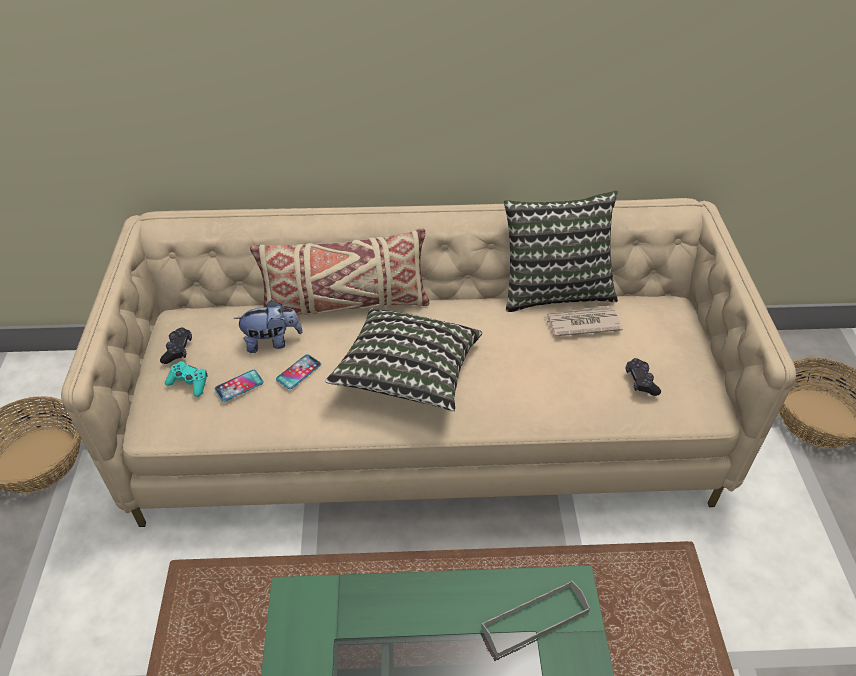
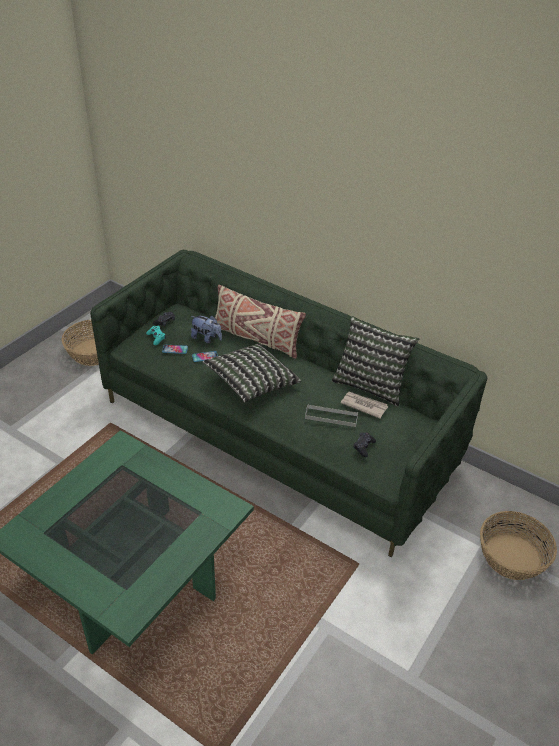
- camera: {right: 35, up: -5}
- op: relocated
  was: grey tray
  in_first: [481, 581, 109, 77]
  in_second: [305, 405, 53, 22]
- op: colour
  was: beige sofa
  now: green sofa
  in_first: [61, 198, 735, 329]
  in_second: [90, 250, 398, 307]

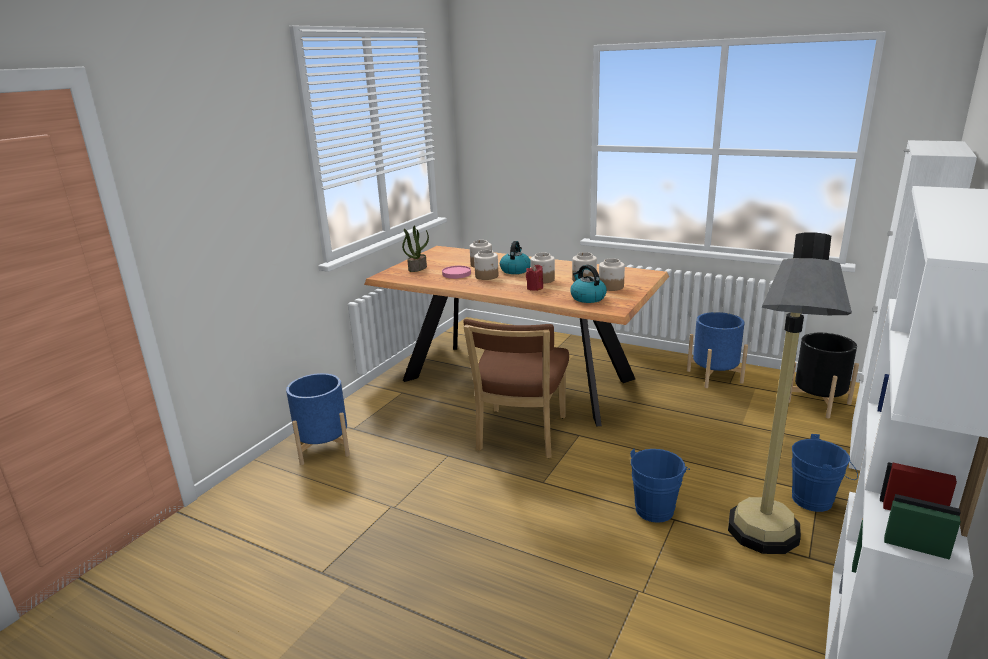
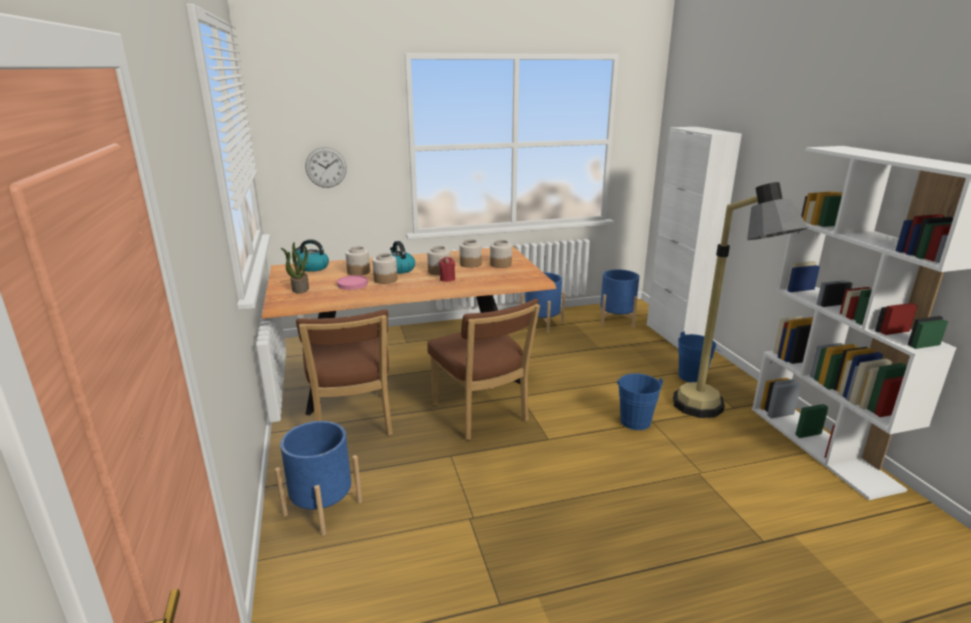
- camera: {right: -45, up: 0}
- op: appeared
  now: brown chair
  in_second: [296, 310, 97, 125]
- op: appeared
  now: wall clock
  in_second: [305, 147, 42, 41]
- op: relocated
  was: kettle
  in_first: [570, 265, 37, 38]
  in_second: [296, 239, 33, 33]
- op: colour
  was: black planter
  now: blue planter
  in_first: [789, 333, 70, 86]
  in_second: [600, 269, 39, 59]

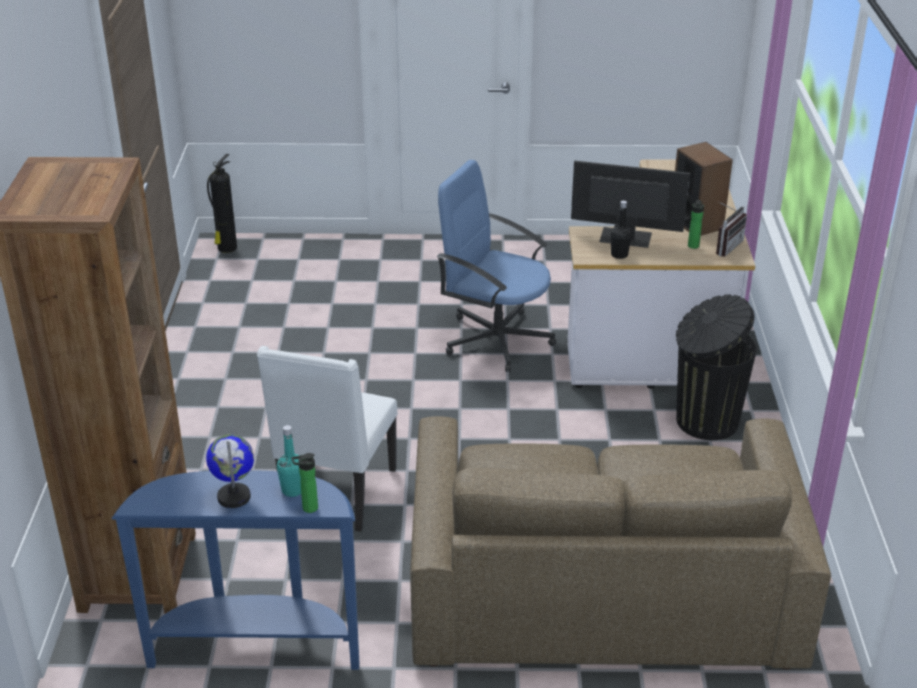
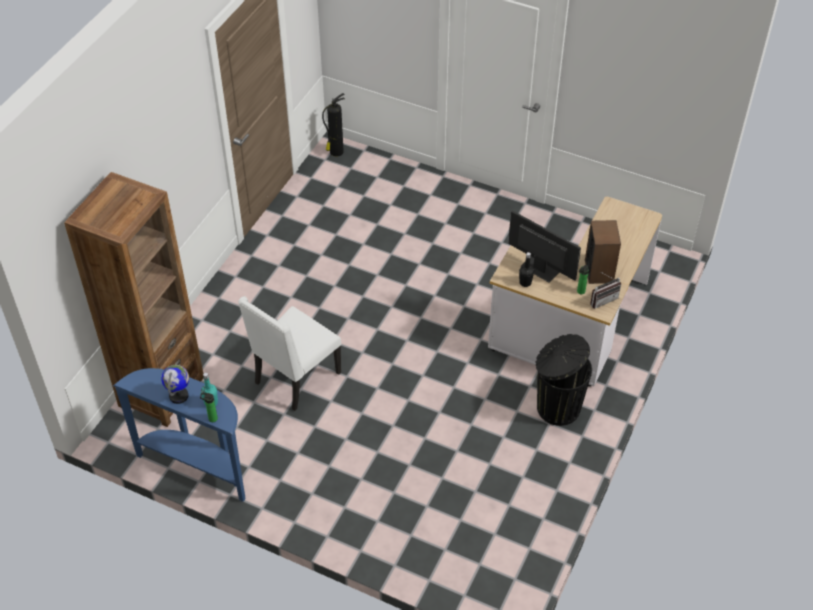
- camera: {right: 25, up: 15}
- op: missing
  was: brown sofa
  in_first: [410, 416, 421, 253]
- op: missing
  was: blue office chair
  in_first: [437, 160, 119, 212]

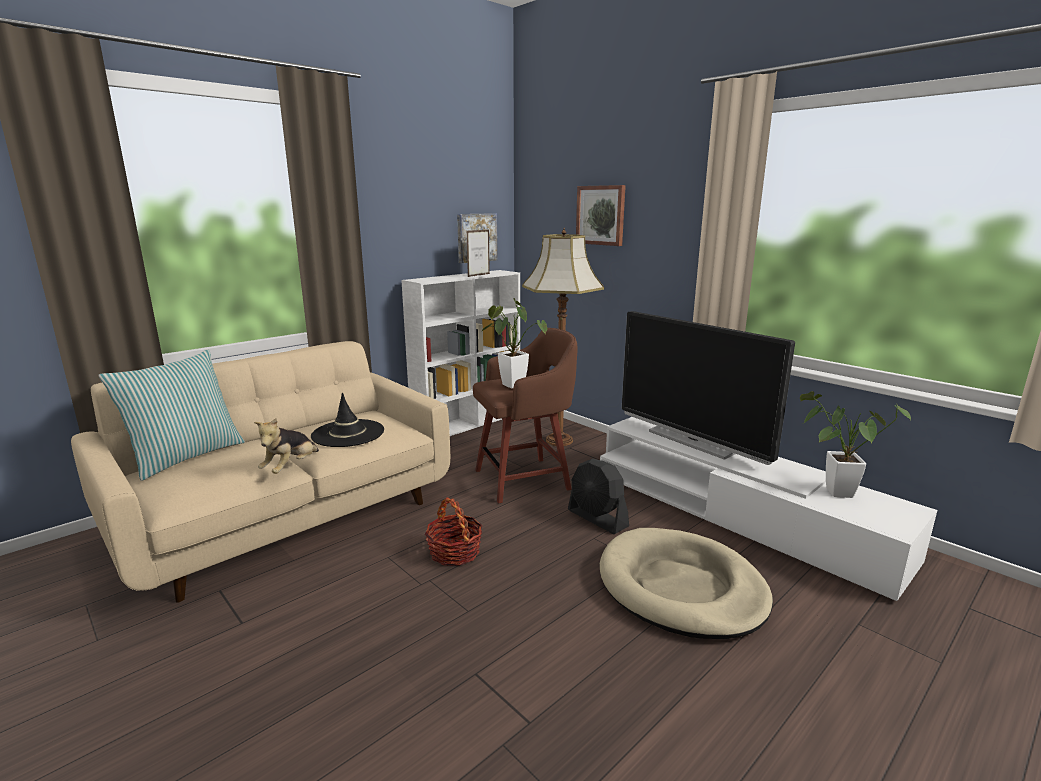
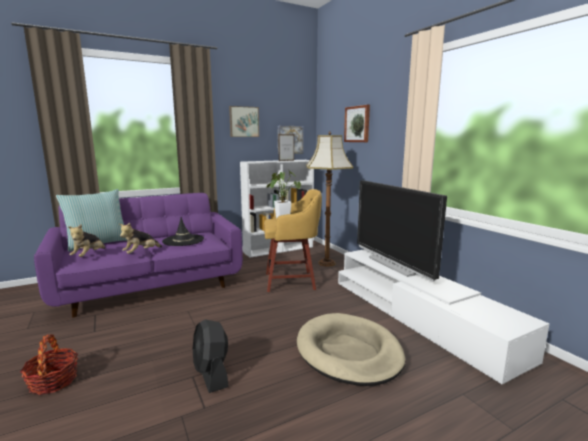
- camera: {right: 15, up: -5}
- op: missing
  was: potted plant
  in_first: [800, 391, 111, 107]
- op: appeared
  now: plush toy
  in_second: [68, 224, 37, 33]
- op: appeared
  now: picture
  in_second: [229, 106, 30, 31]
- op: relocated
  was: basket
  in_first: [425, 497, 58, 69]
  in_second: [20, 334, 58, 61]
- op: relocated
  was: black fan
  in_first: [568, 459, 61, 75]
  in_second: [193, 319, 36, 74]
- op: colour
  was: beige sofa
  now: purple sofa
  in_first: [71, 341, 379, 262]
  in_second: [34, 193, 209, 125]
- op: colour
  was: brown stool
  now: yellow stool
  in_first: [473, 328, 105, 175]
  in_second: [264, 189, 58, 103]

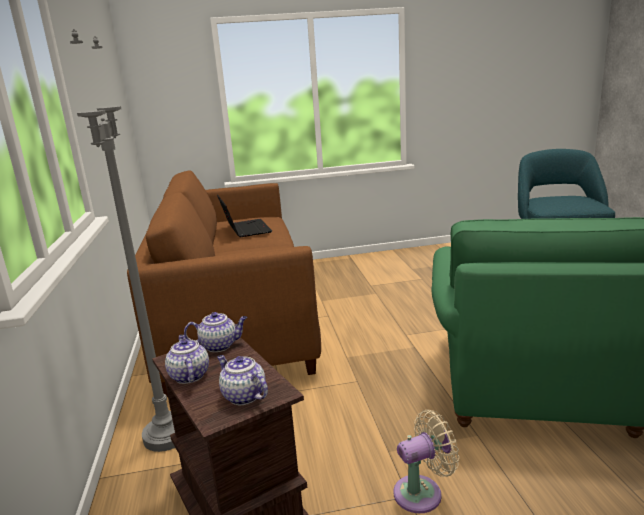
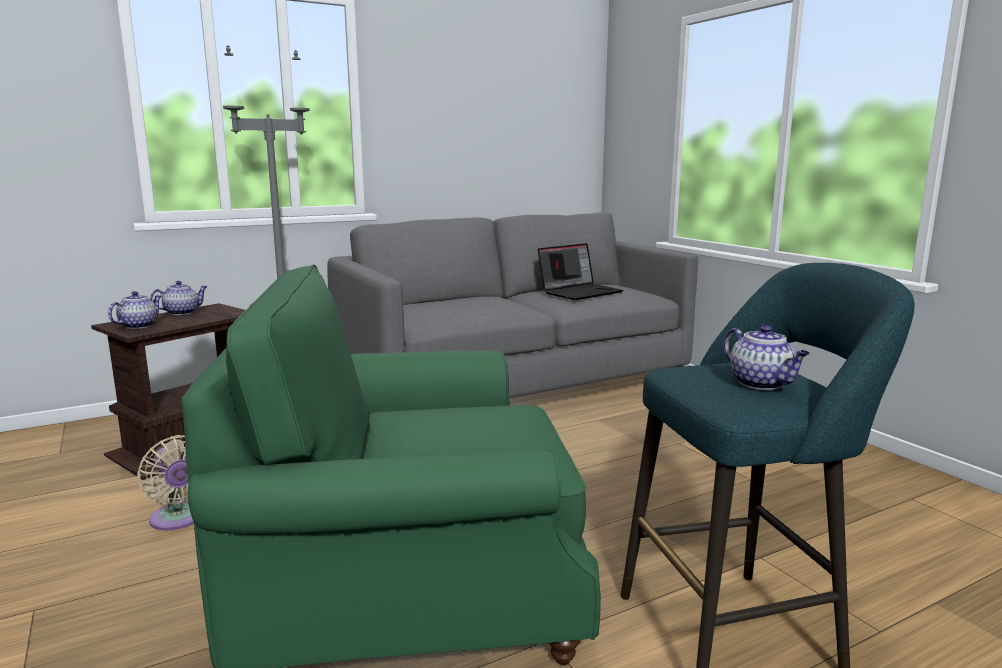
- camera: {right: 70, up: -5}
- op: relocated
  was: teapot
  in_first: [184, 312, 63, 40]
  in_second: [723, 325, 87, 65]
- op: colour
  was: brown sofa
  now: grey sofa
  in_first: [127, 170, 194, 227]
  in_second: [327, 212, 371, 186]

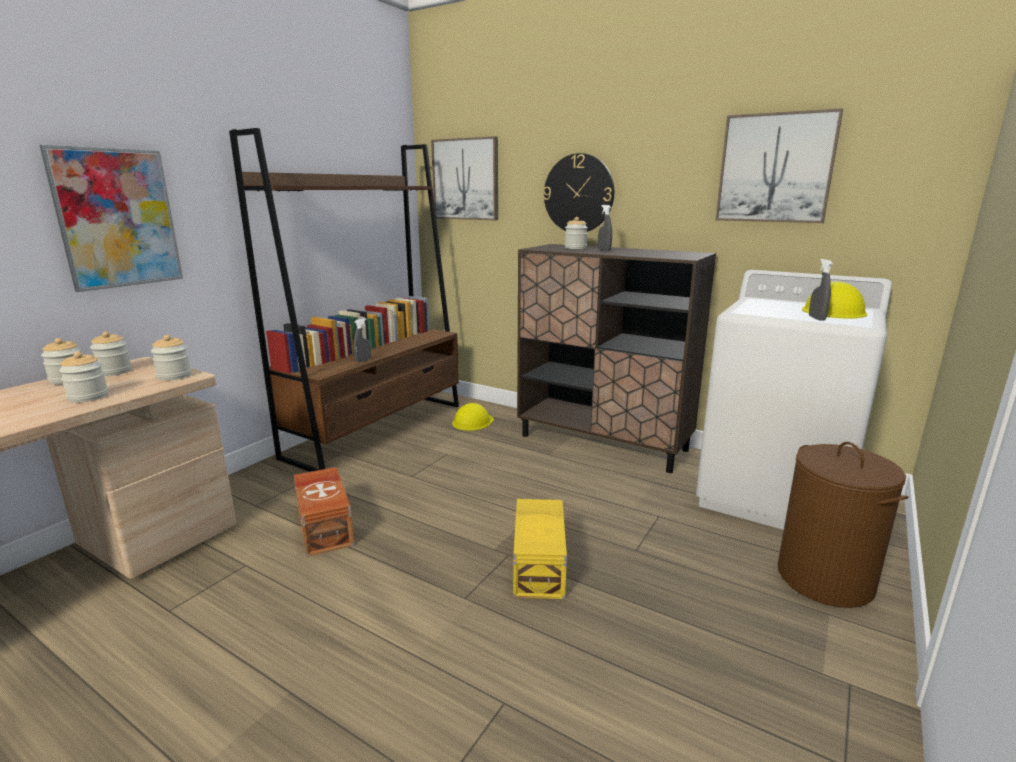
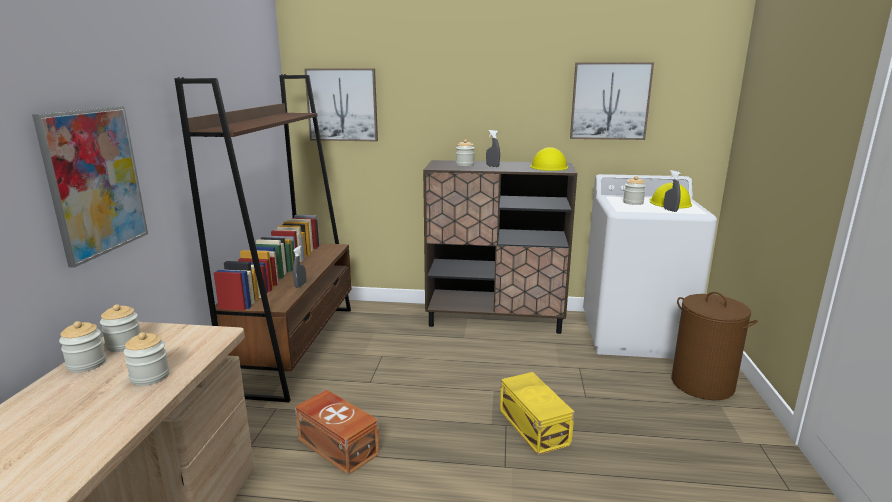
- camera: {right: -25, up: 0}
- op: missing
  was: wall clock
  in_first: [543, 153, 71, 79]
- op: relocated
  was: jar
  in_first: [151, 335, 41, 46]
  in_second: [623, 176, 23, 29]
- op: relocated
  was: yellow hard hat
  in_first: [452, 403, 42, 28]
  in_second: [530, 147, 38, 24]

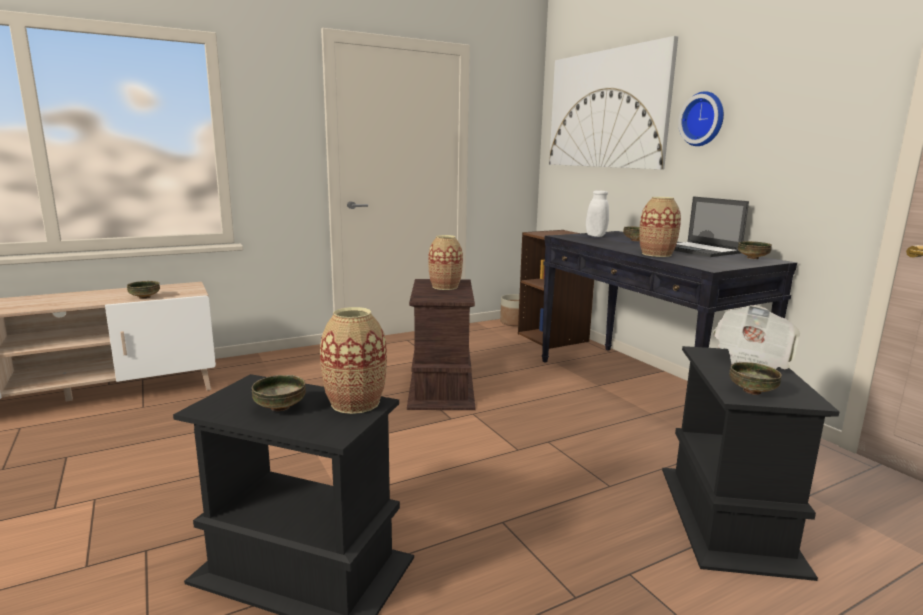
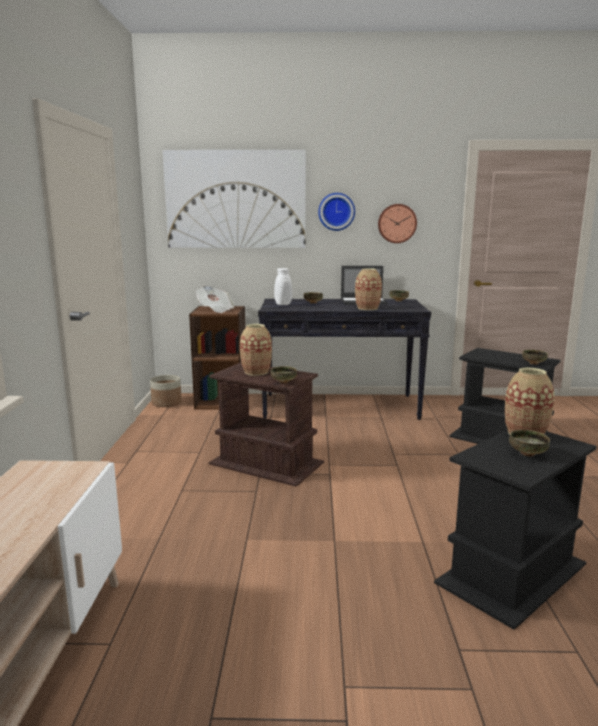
- camera: {right: -60, up: 0}
- op: appeared
  now: wall clock
  in_second: [378, 204, 39, 39]
- op: relocated
  was: bowl
  in_first: [127, 281, 33, 18]
  in_second: [271, 366, 26, 18]
- op: relocated
  was: newspaper
  in_first: [713, 305, 88, 64]
  in_second: [196, 286, 38, 27]

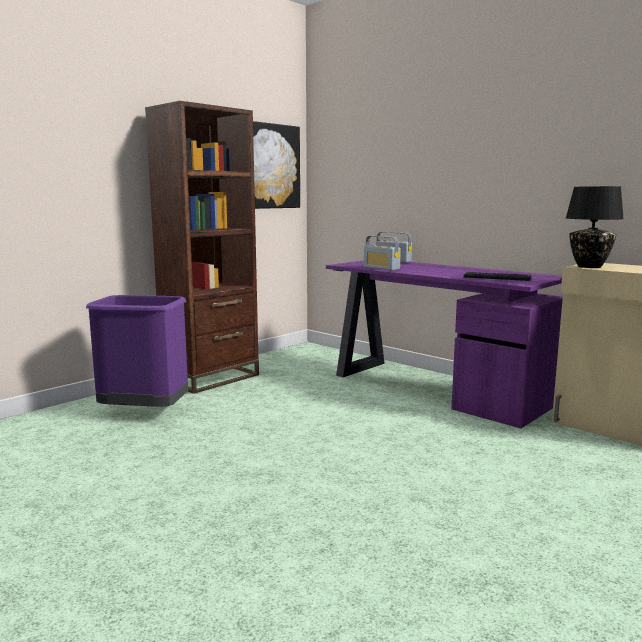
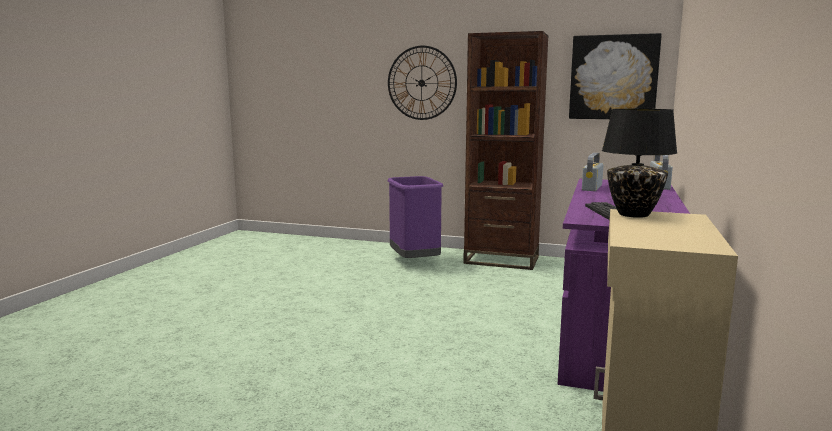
- camera: {right: 65, up: 0}
- op: appeared
  now: wall clock
  in_second: [388, 46, 69, 74]

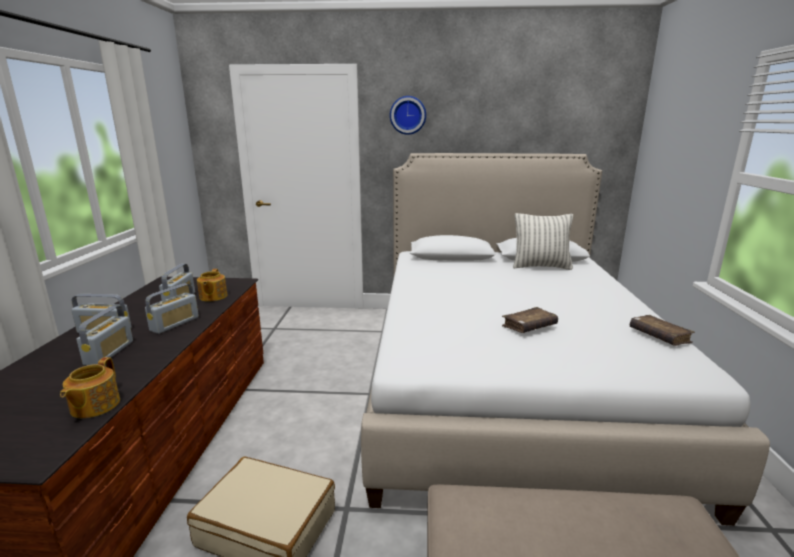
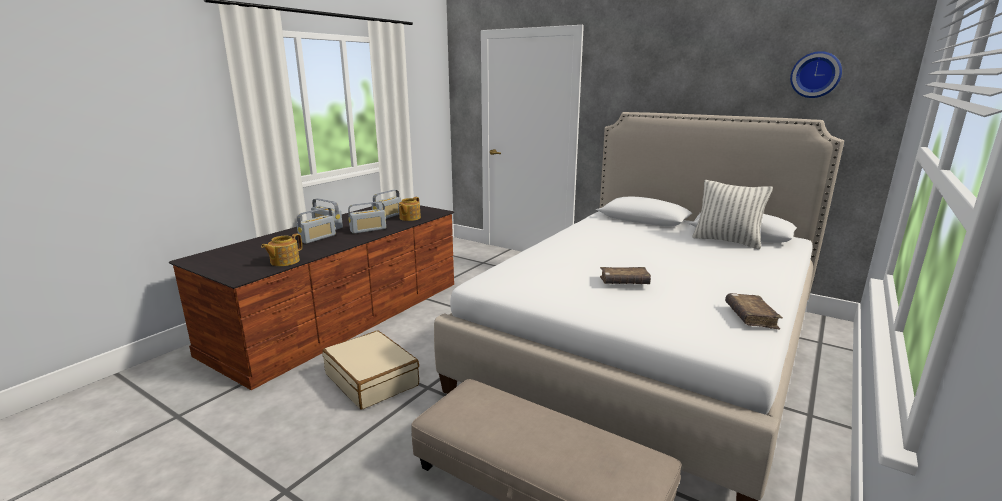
- camera: {right: 30, up: 0}
- op: relocated
  was: wall clock
  in_first: [390, 96, 36, 39]
  in_second: [790, 51, 52, 47]

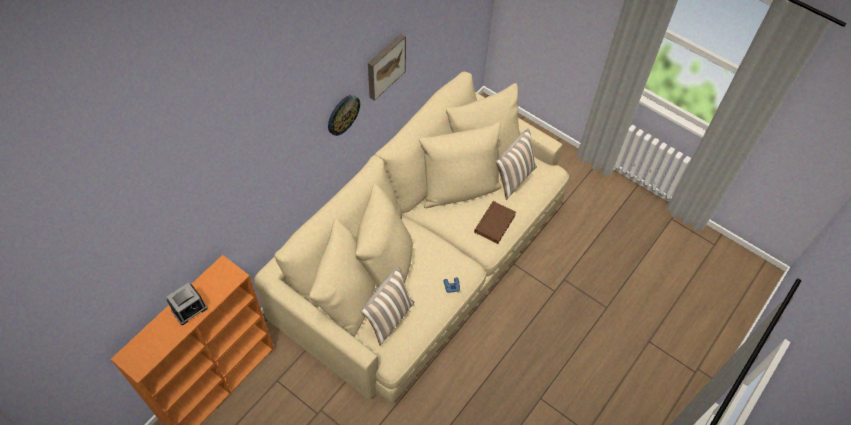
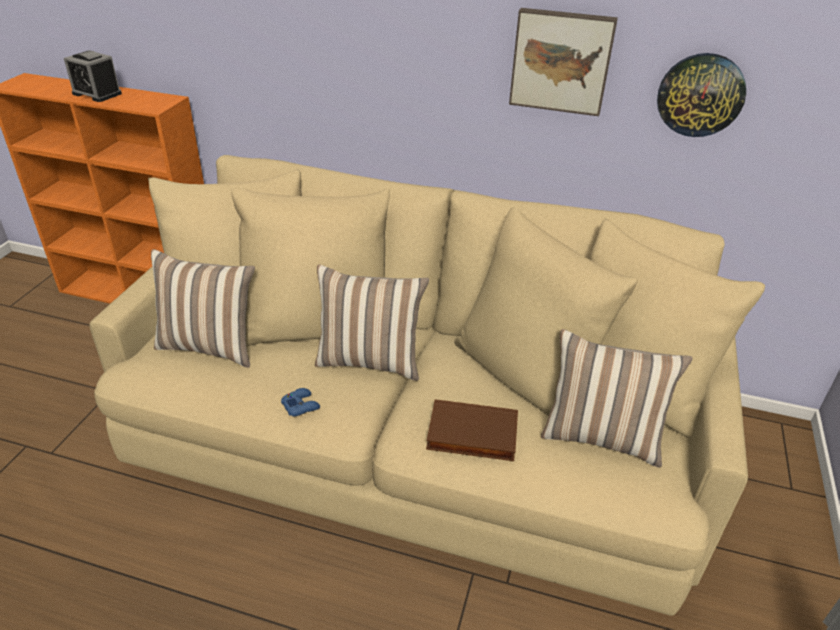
- camera: {right: 70, up: -20}
- op: appeared
  now: pillow
  in_second: [315, 265, 114, 116]
- op: relocated
  was: wall clock
  in_first: [328, 95, 32, 41]
  in_second: [657, 53, 89, 84]

